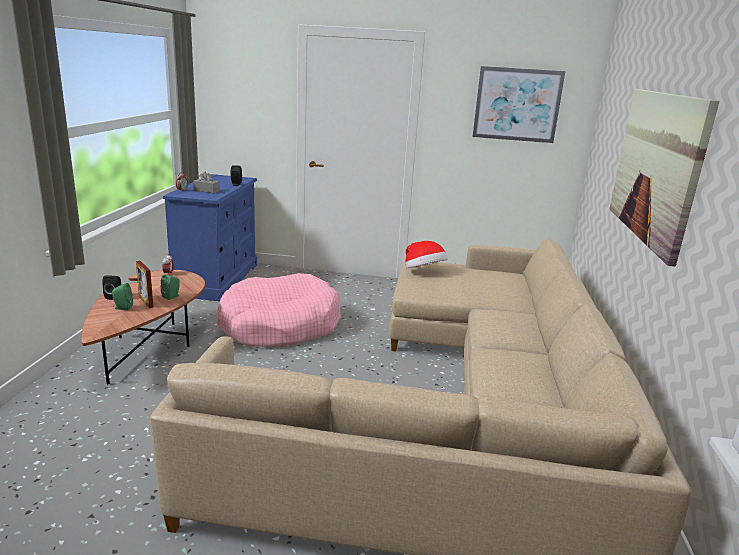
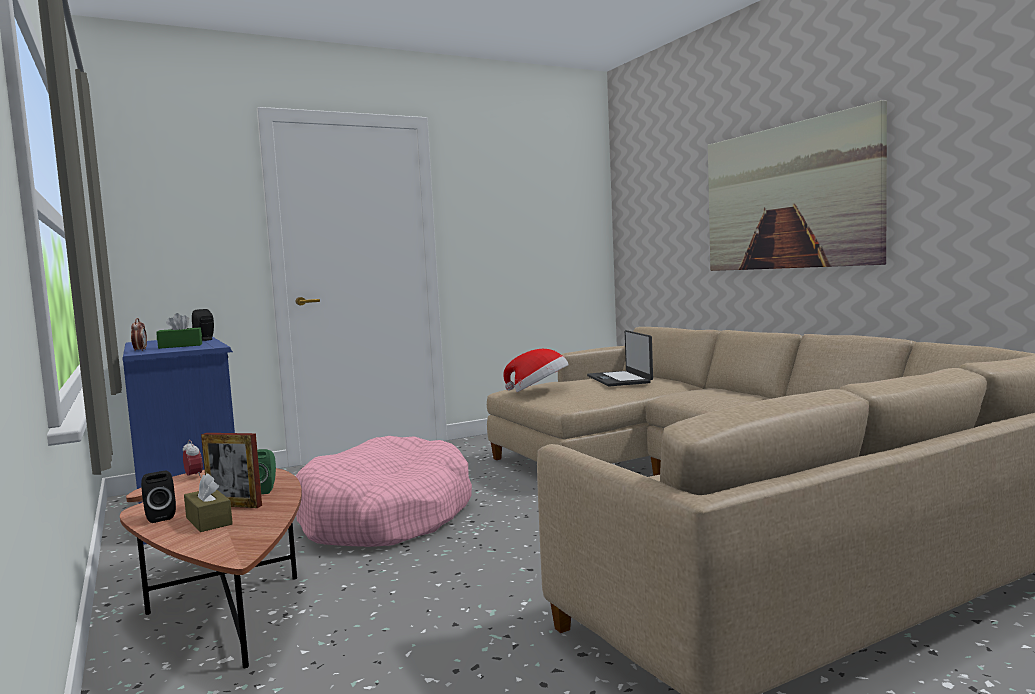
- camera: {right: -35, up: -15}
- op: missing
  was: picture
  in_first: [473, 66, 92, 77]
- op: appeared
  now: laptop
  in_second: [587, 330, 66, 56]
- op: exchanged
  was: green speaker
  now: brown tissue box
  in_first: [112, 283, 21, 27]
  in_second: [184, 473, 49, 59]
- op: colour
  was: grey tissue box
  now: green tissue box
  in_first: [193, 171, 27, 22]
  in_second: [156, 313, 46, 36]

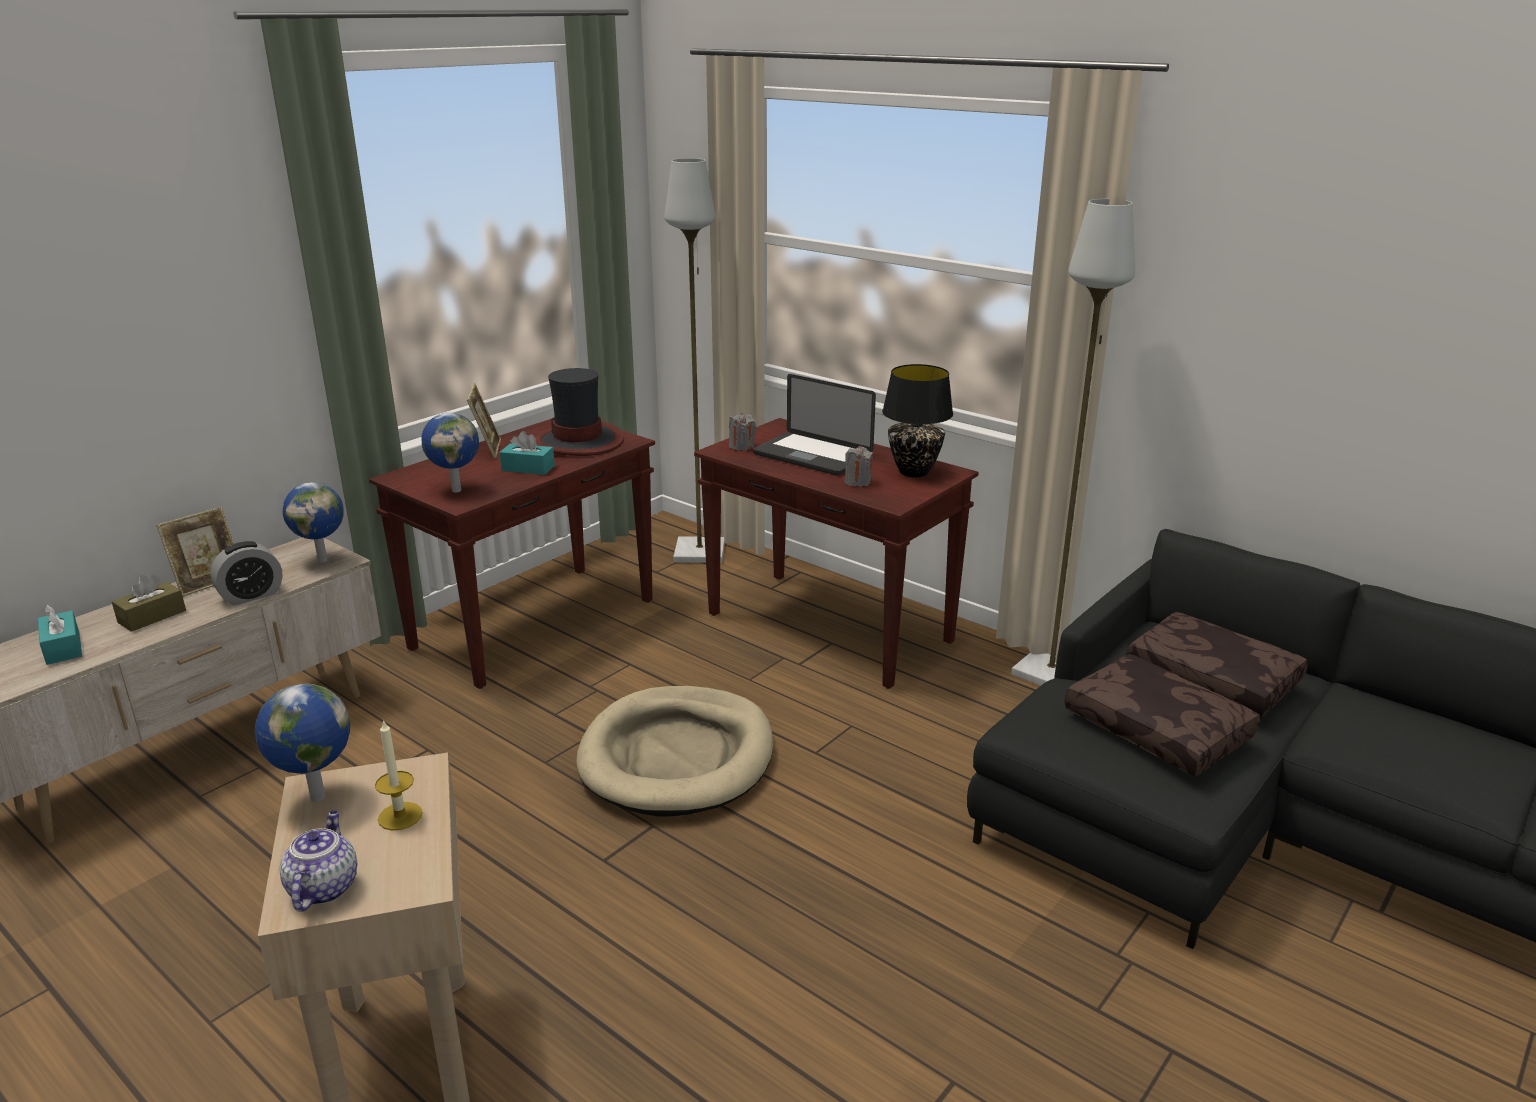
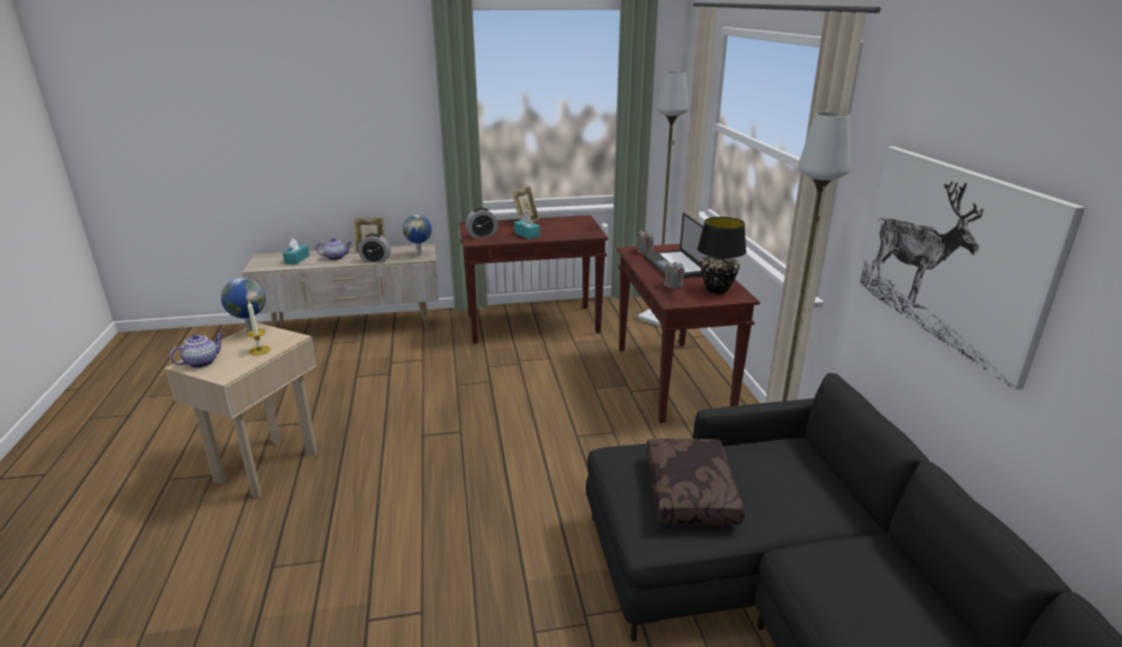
- camera: {right: 40, up: 0}
- op: missing
  was: hat
  in_first: [535, 368, 89, 88]
- op: missing
  was: beige dog bed
  in_first: [577, 686, 196, 130]
- op: missing
  was: brown pillow
  in_first: [1126, 612, 182, 106]
- op: appeared
  now: picture
  in_second: [859, 146, 227, 244]
- op: exchanged
  was: brown tissue box
  now: teapot
  in_first: [112, 575, 74, 57]
  in_second: [316, 238, 36, 22]
- op: exchanged
  was: globe
  now: alarm clock
  in_first: [421, 413, 58, 79]
  in_second: [465, 208, 33, 31]

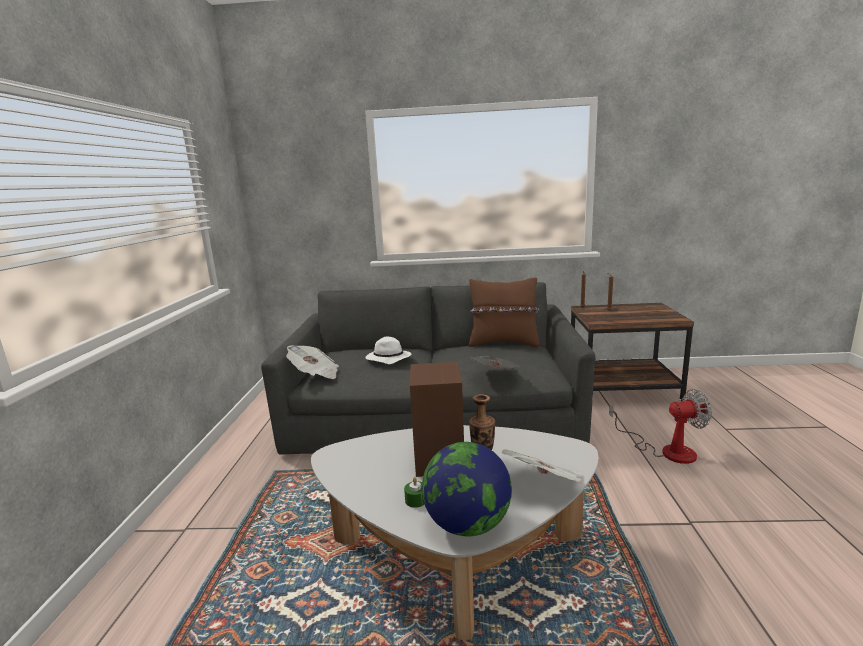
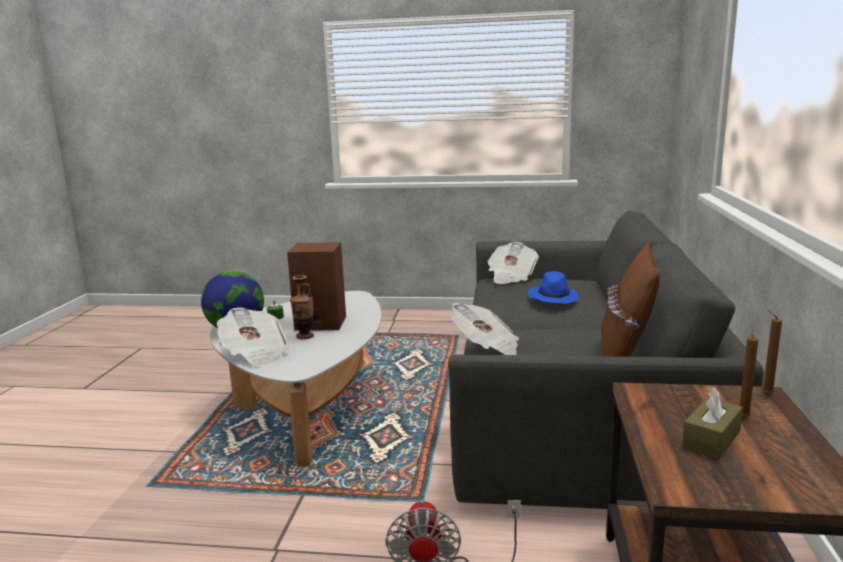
- camera: {right: 95, up: 0}
- op: appeared
  now: brown tissue box
  in_second: [682, 387, 61, 72]
- op: colour
  was: white hat
  now: blue hat
  in_first: [365, 337, 46, 27]
  in_second: [528, 271, 50, 33]

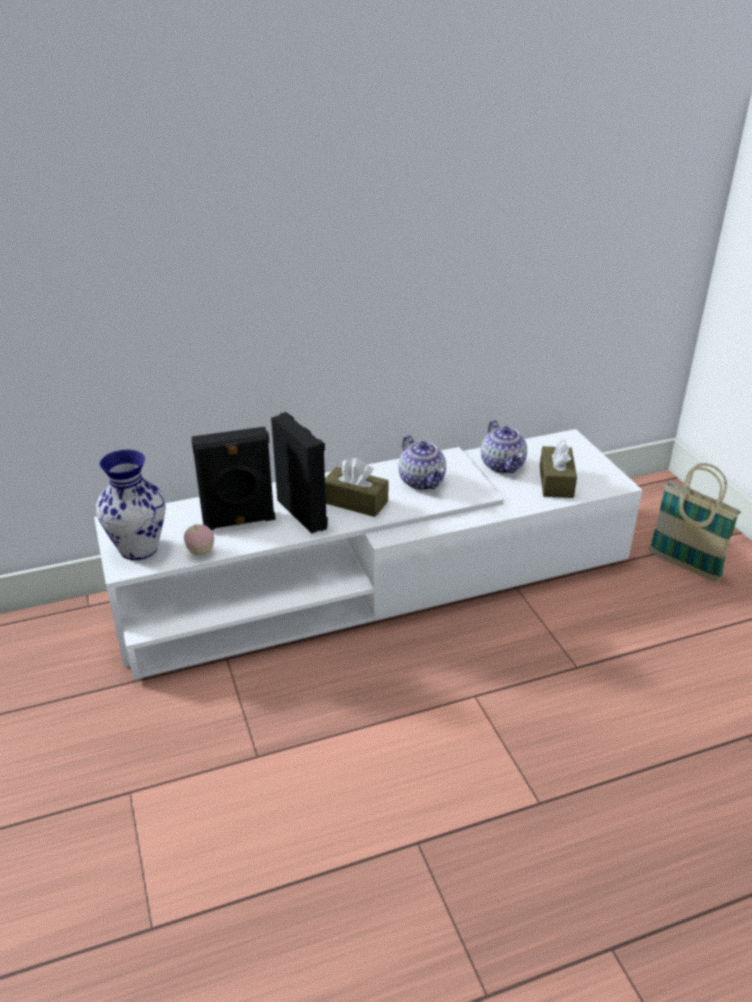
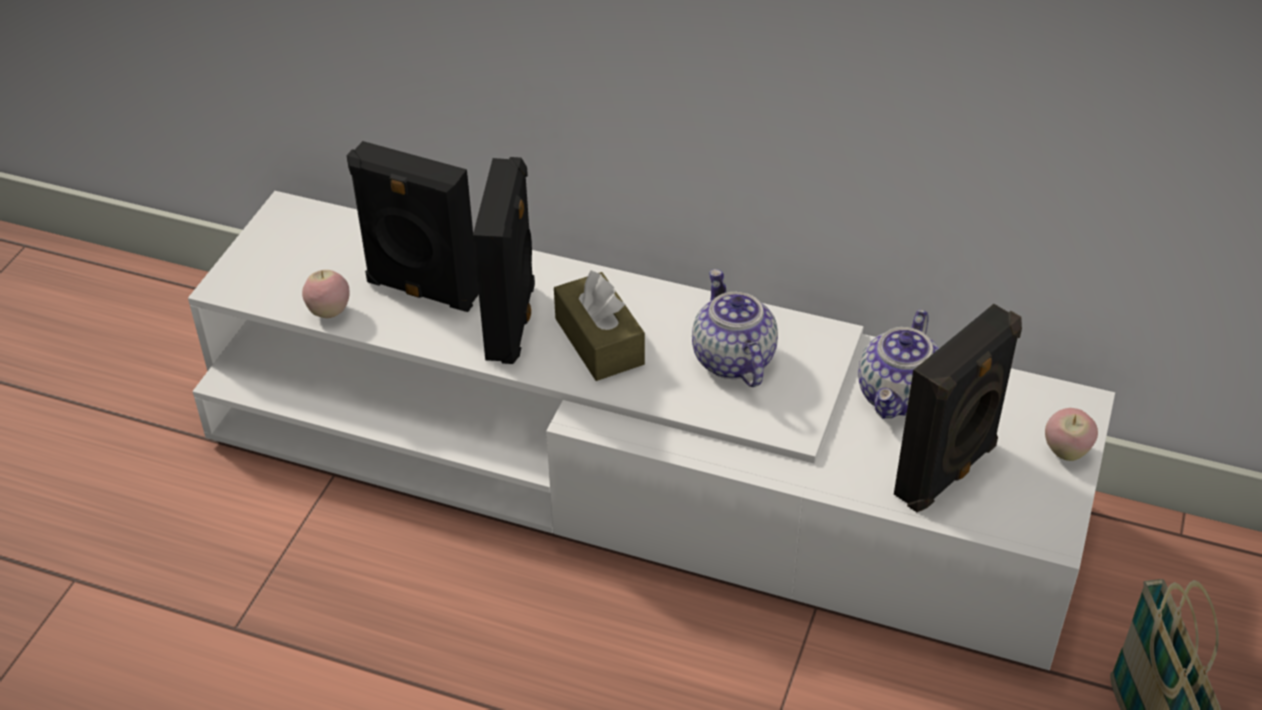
- camera: {right: 40, up: 10}
- op: missing
  was: vase
  in_first: [96, 450, 70, 110]
- op: appeared
  now: apple
  in_second: [1045, 408, 53, 53]
- op: exchanged
  was: brown tissue box
  now: black speaker
  in_first: [540, 439, 37, 59]
  in_second: [894, 304, 128, 208]
- op: spun
  was: teapot
  in_first: [398, 435, 48, 55]
  in_second: [692, 269, 86, 118]
  clockwise: 150

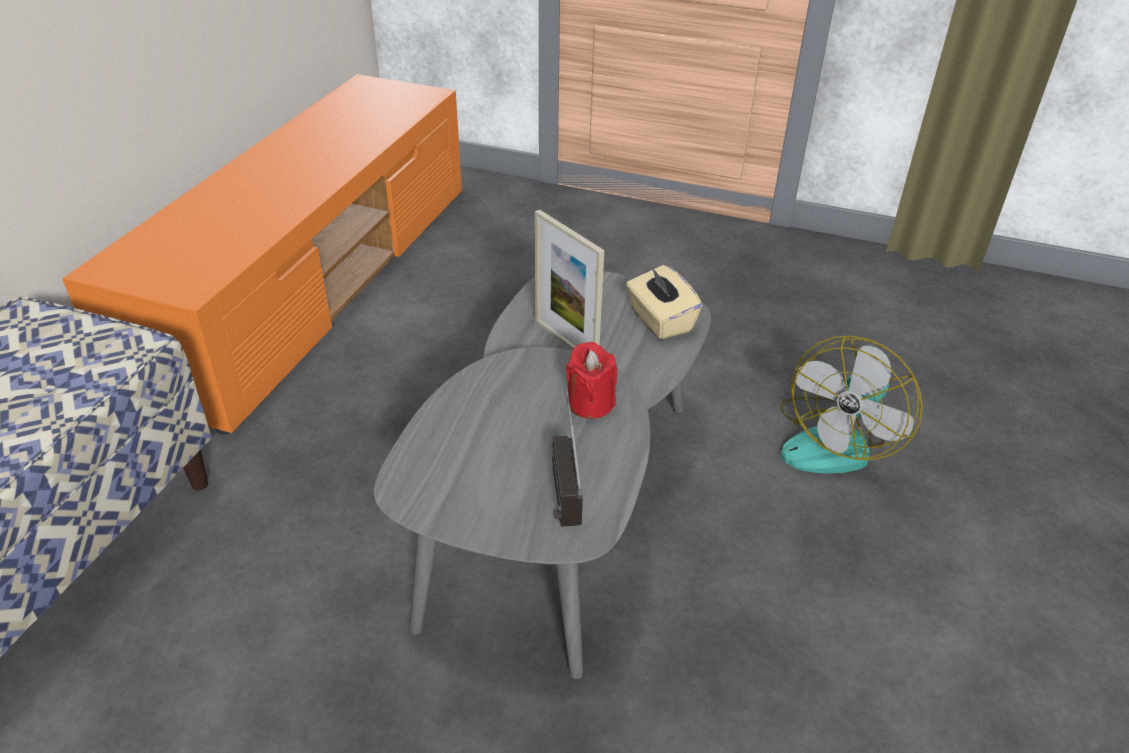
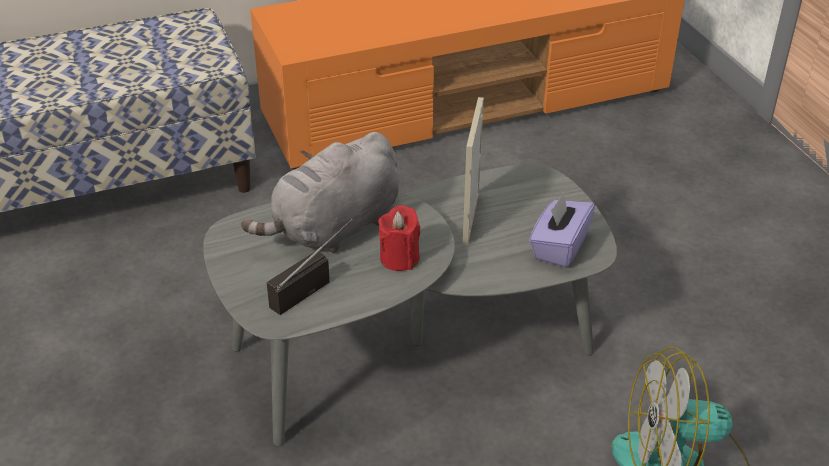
- camera: {right: 50, up: 0}
- op: appeared
  now: grey plush toy
  in_second: [241, 132, 158, 121]
- op: colour
  was: beige tissue box
  now: purple tissue box
  in_first: [626, 265, 76, 74]
  in_second: [529, 193, 66, 75]

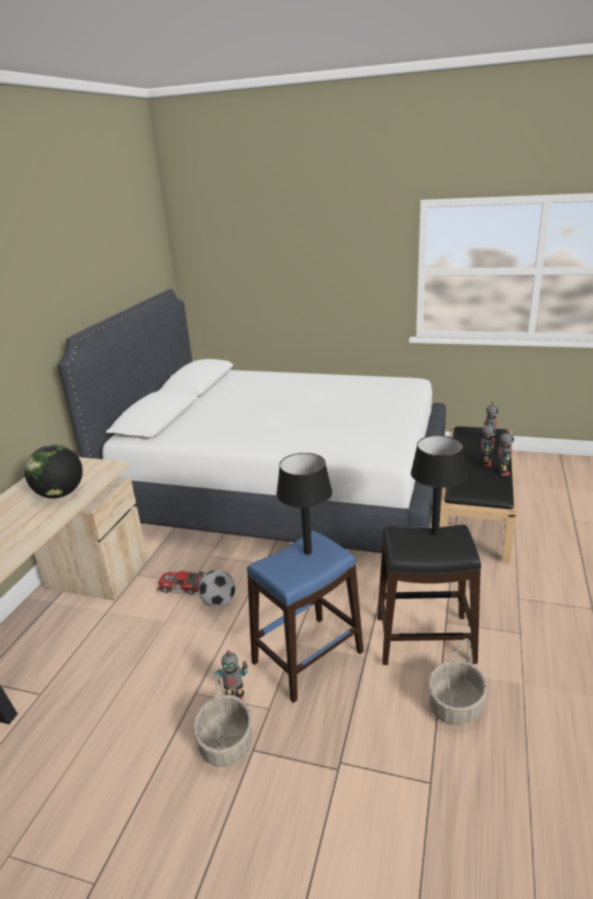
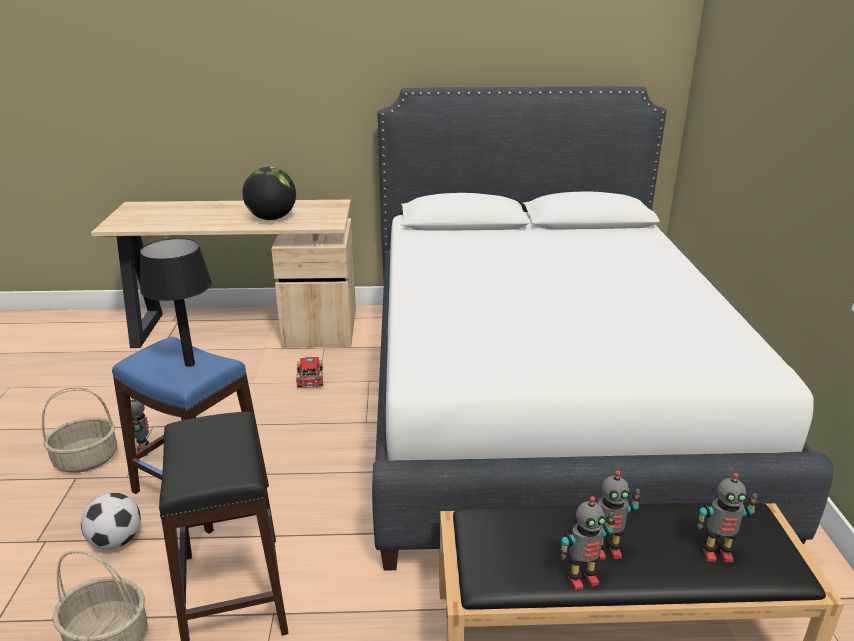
- camera: {right: 70, up: 0}
- op: missing
  was: black table lamp
  in_first: [411, 435, 56, 100]
- op: relocated
  was: football
  in_first: [198, 570, 37, 38]
  in_second: [81, 493, 60, 57]

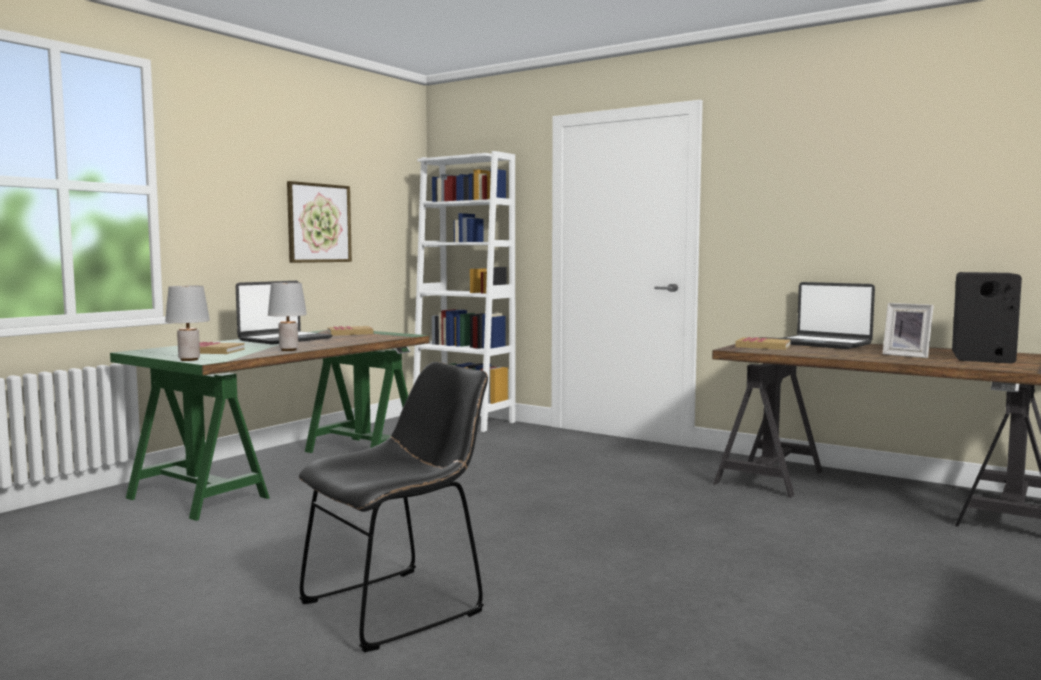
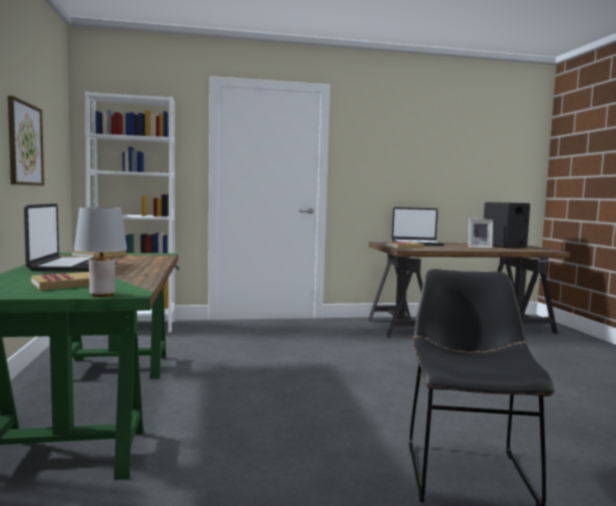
- camera: {right: -45, up: 0}
- op: missing
  was: grey table lamp
  in_first: [268, 282, 39, 69]

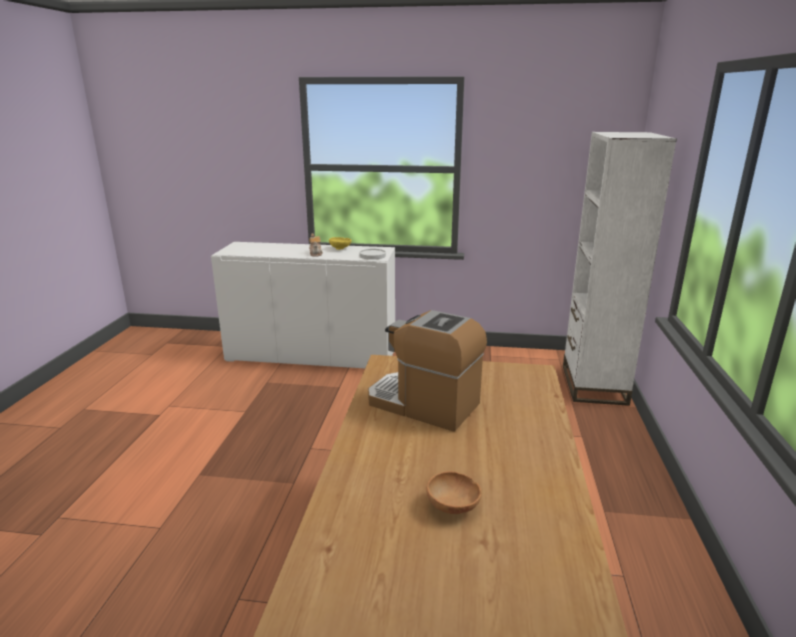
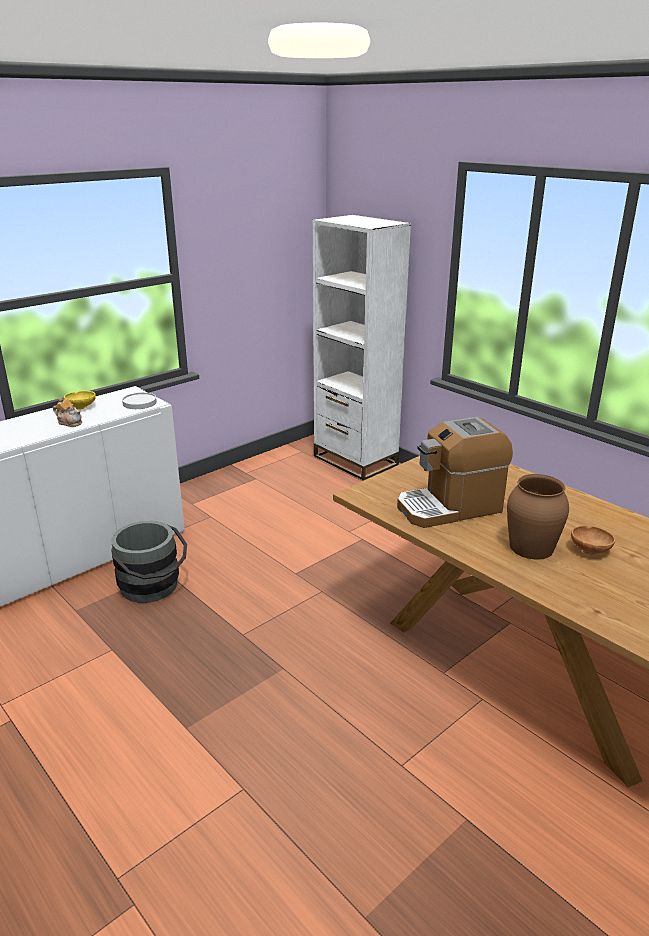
- camera: {right: -50, up: 5}
- op: appeared
  now: grey bucket
  in_second: [111, 521, 76, 82]
- op: appeared
  now: brown vase
  in_second: [507, 474, 62, 85]

